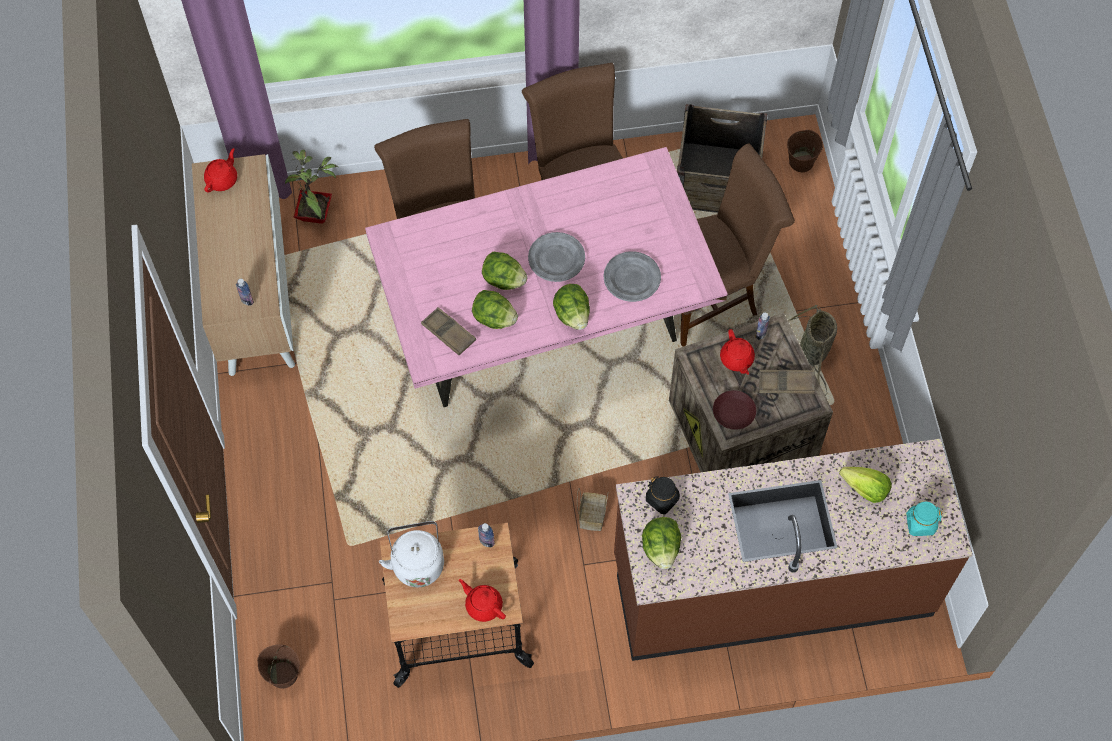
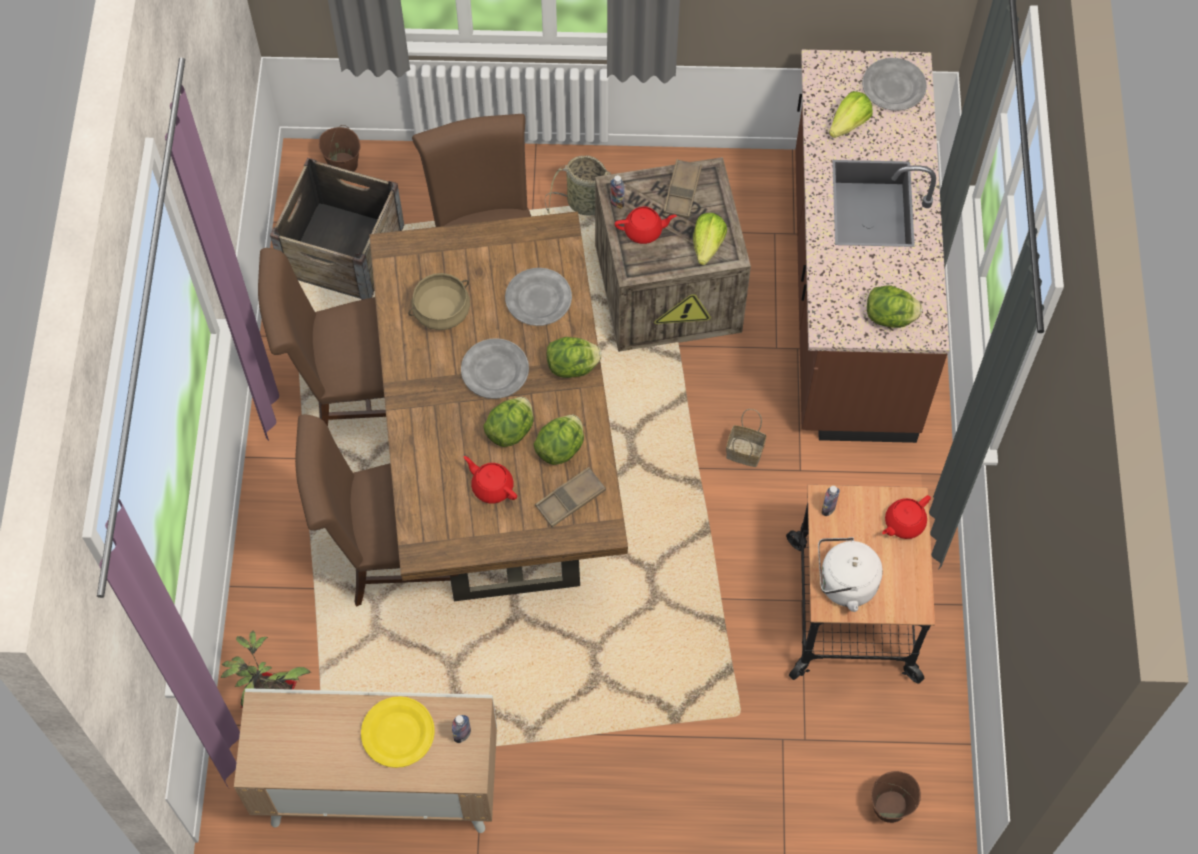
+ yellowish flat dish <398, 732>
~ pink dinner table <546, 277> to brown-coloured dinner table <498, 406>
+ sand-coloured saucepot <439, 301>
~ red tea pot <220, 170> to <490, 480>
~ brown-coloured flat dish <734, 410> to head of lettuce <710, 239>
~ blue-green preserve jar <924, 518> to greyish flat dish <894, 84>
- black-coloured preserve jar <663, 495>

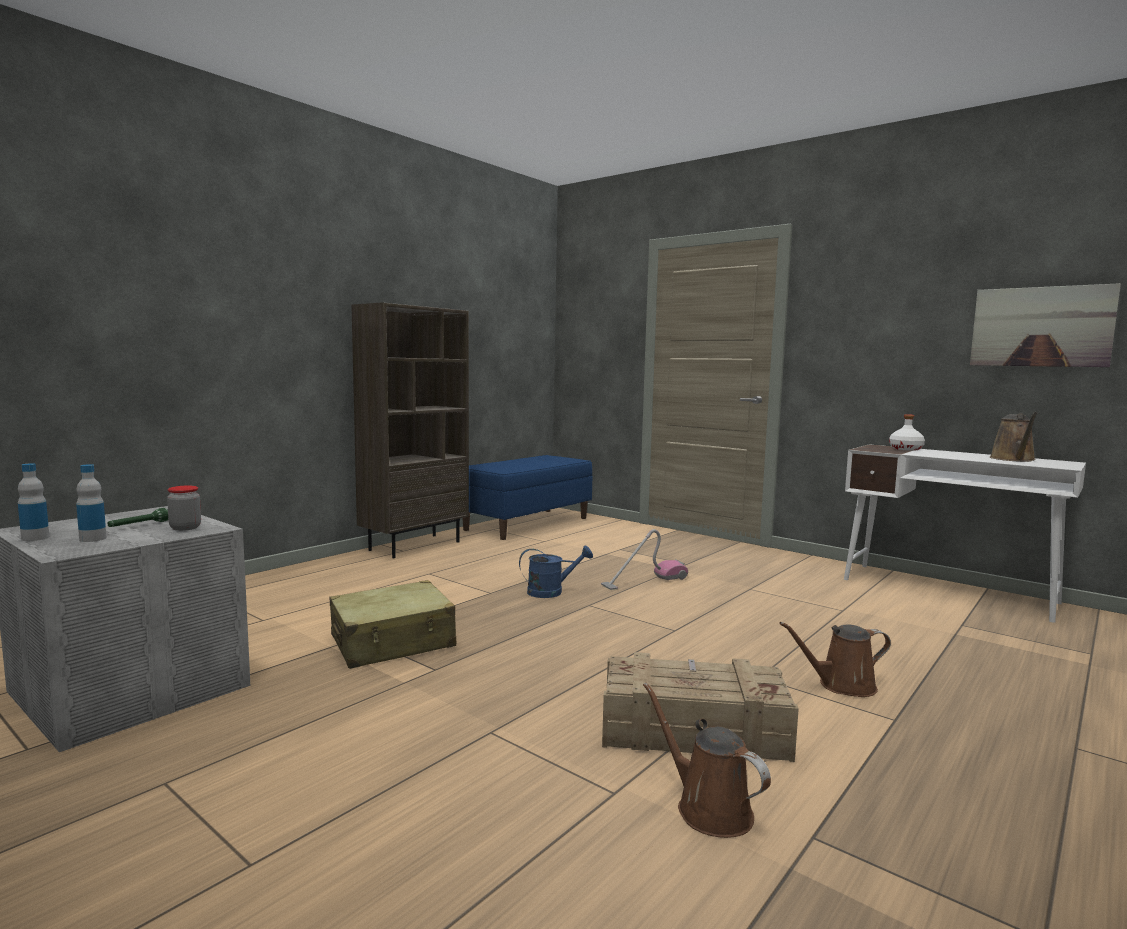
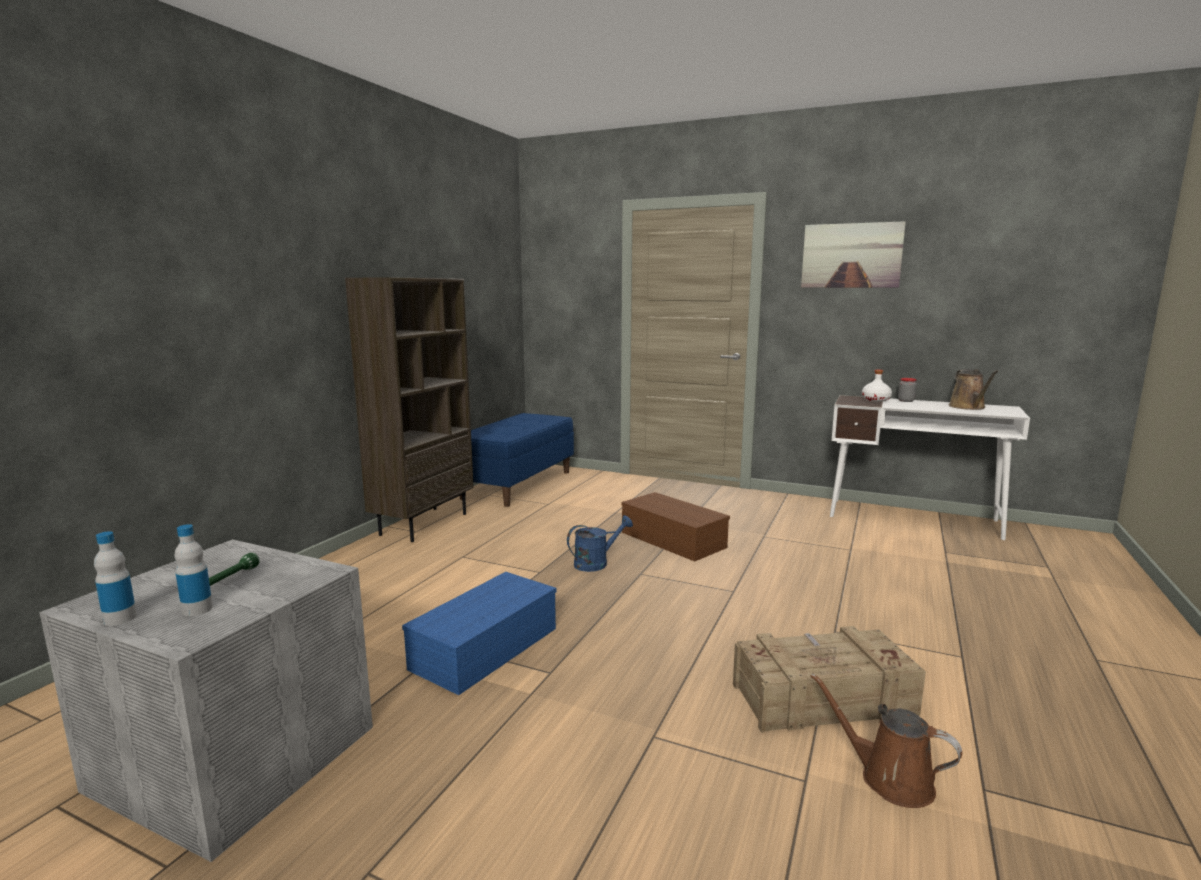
~ sand-coloured piece of luggage <393, 624> to blue-coloured storage box <479, 633>
~ hoover <644, 559> to brown-coloured storage box <675, 526>
~ picture <1045, 325> to <853, 254>
~ preserve jar <184, 508> to <907, 390>
- brown-coloured watering pot <835, 659>

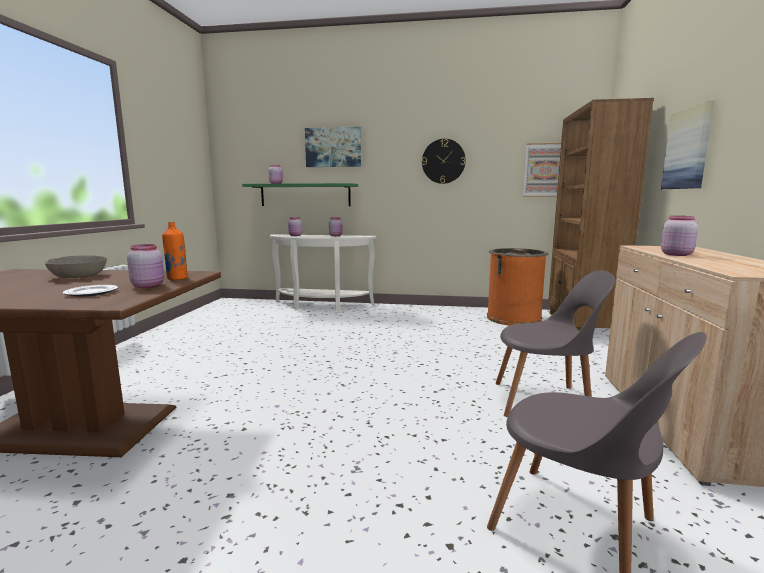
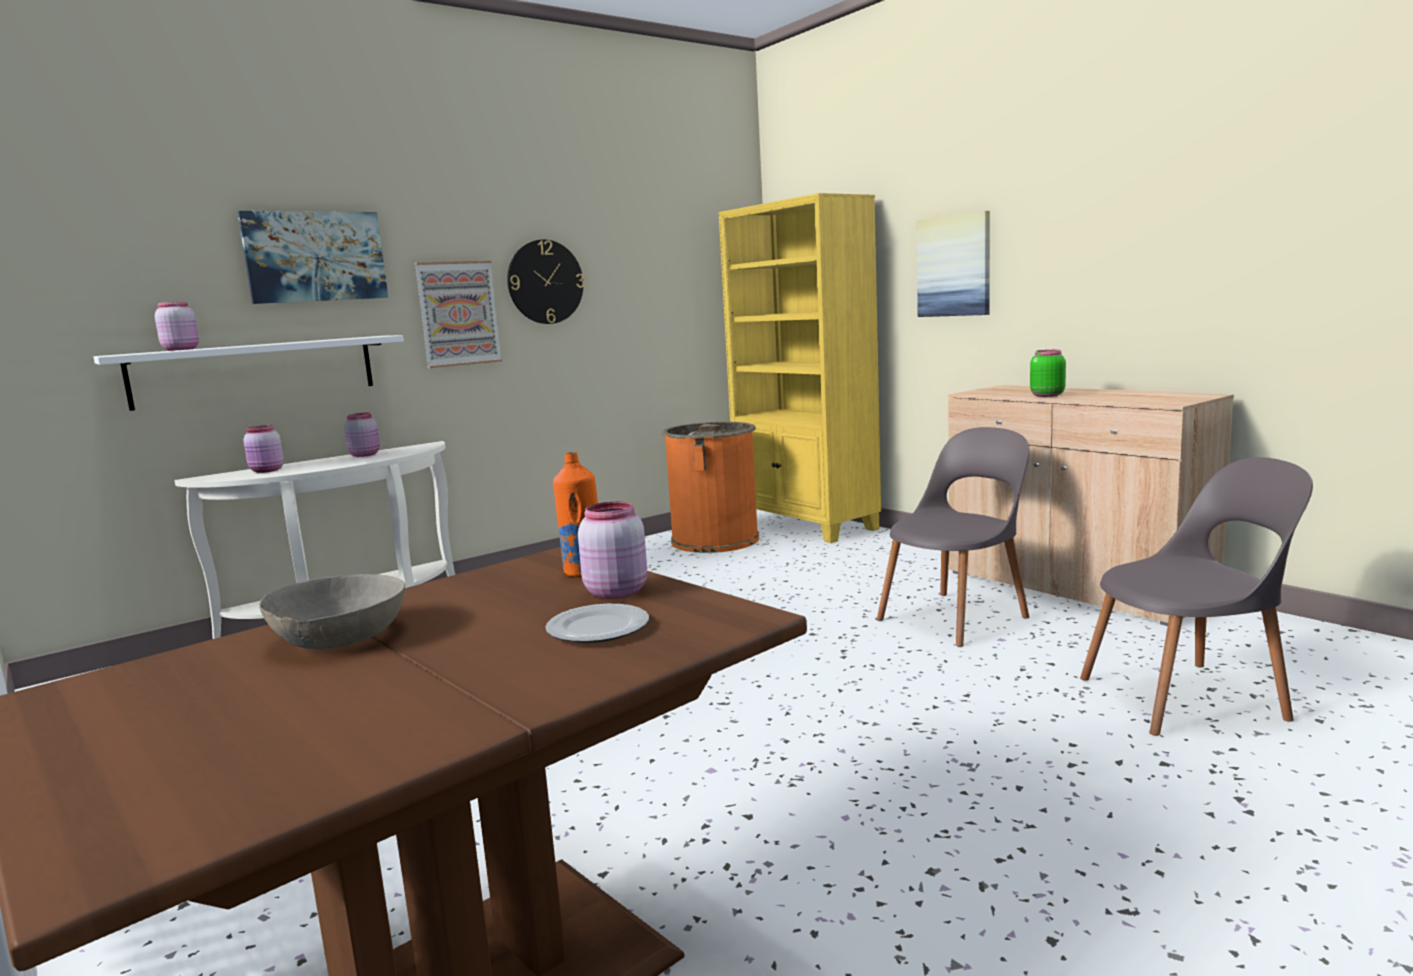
~ greenish wall shelf <300, 194> to whitish wall shelf <249, 373>
~ picture <542, 170> to <458, 314>
~ brown-coloured shelving unit <601, 214> to yellowish shelving unit <800, 368>
~ pink preserve jar <679, 236> to greenish preserve jar <1048, 373>

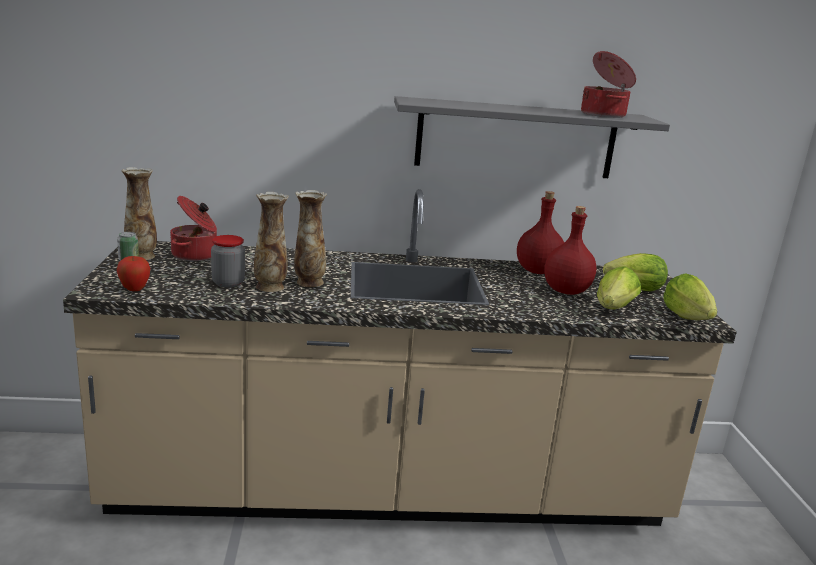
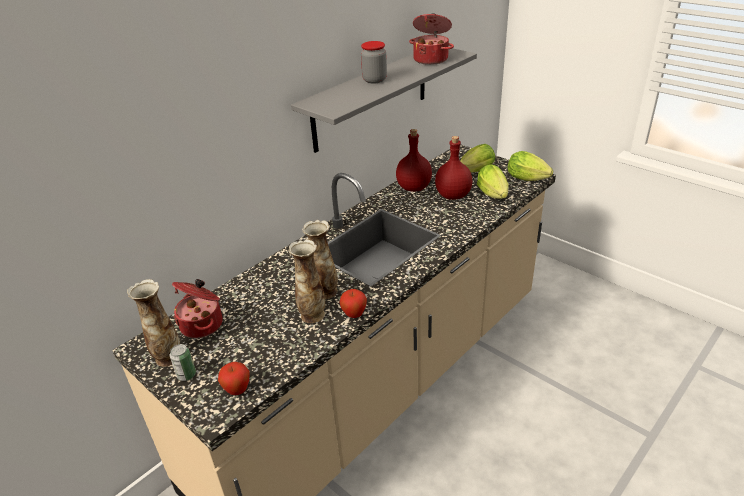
+ apple fruit <353, 303>
~ preserve jar <228, 261> to <374, 62>

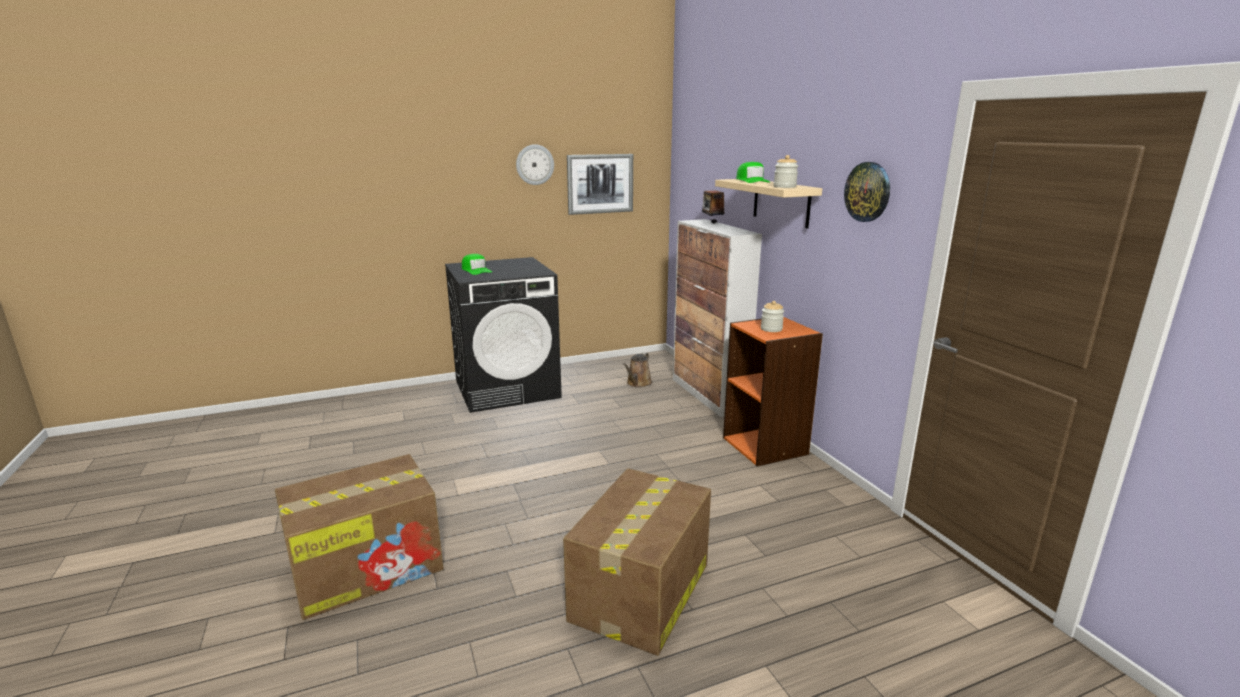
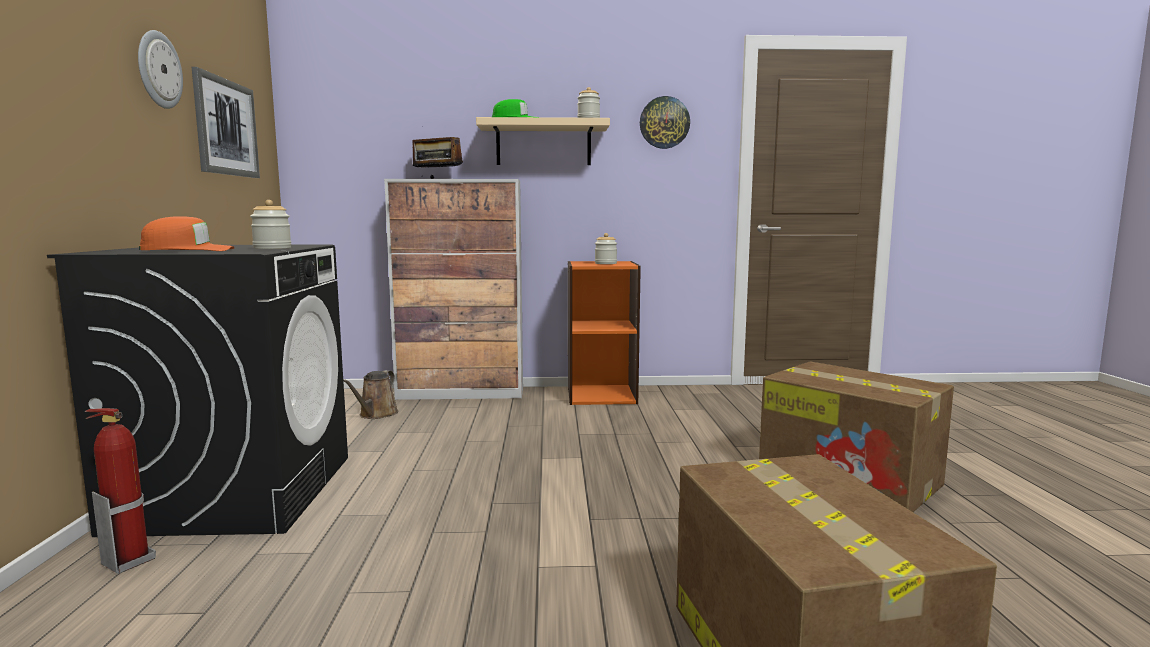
+ extinguisher <120, 491>
~ greenish peaked cap <477, 264> to orangey peaked cap <186, 234>
+ preserve jar <270, 224>
~ brown-coloured watering pot <637, 370> = <371, 394> 60 degrees clockwise

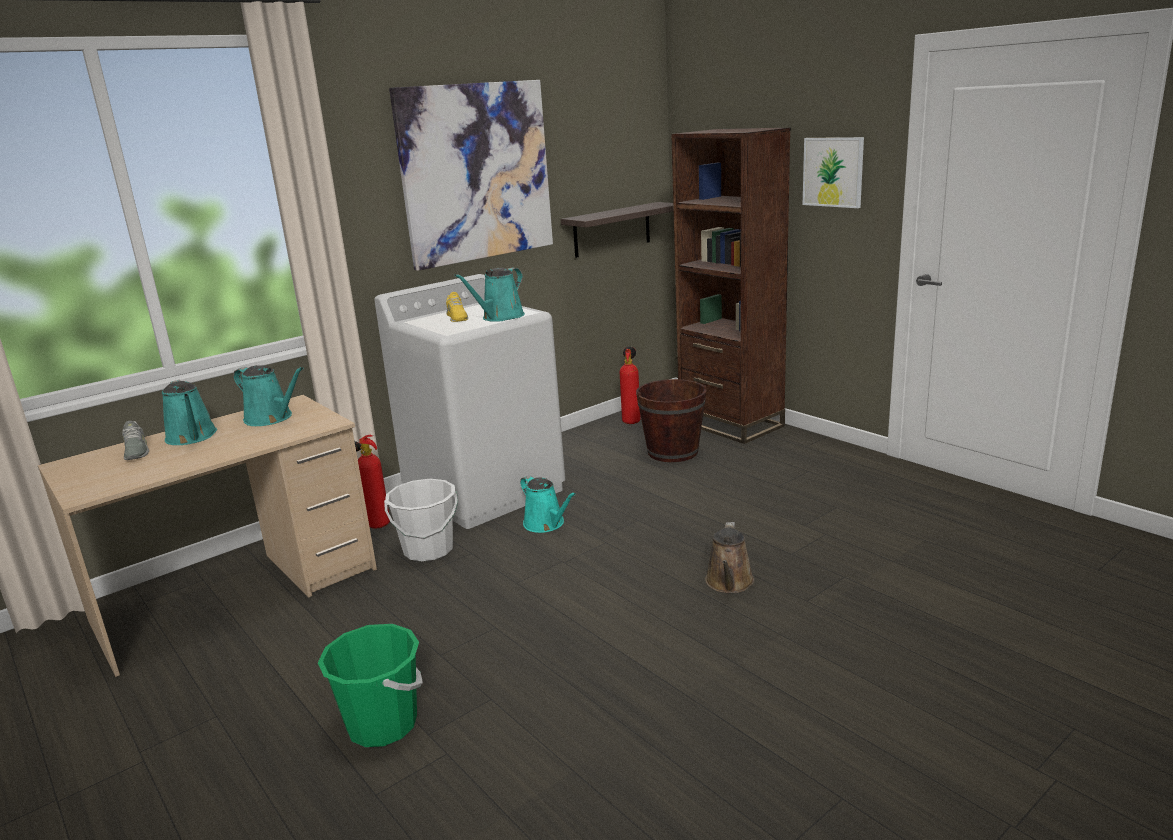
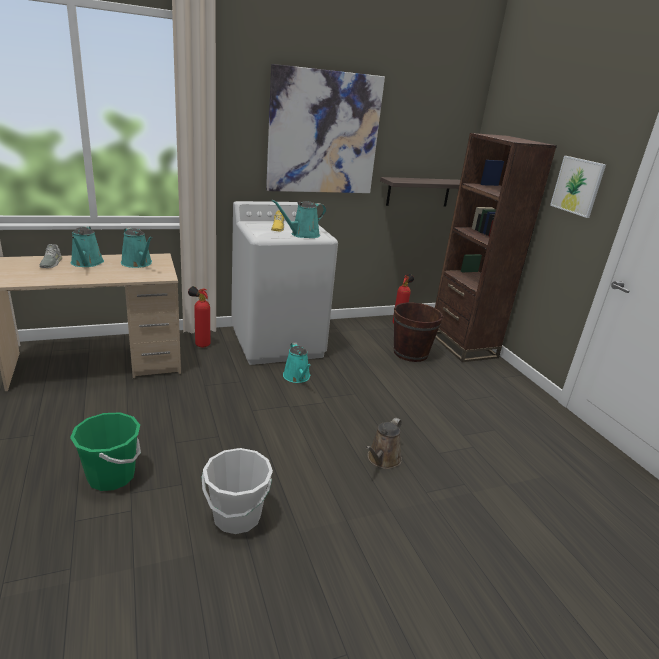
~ whitish bucket <421, 520> to <237, 491>

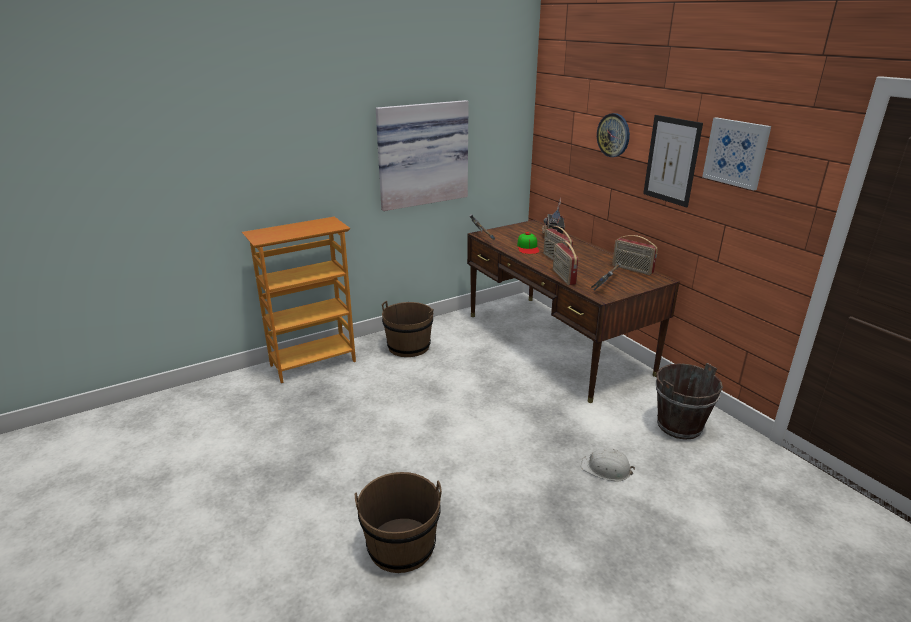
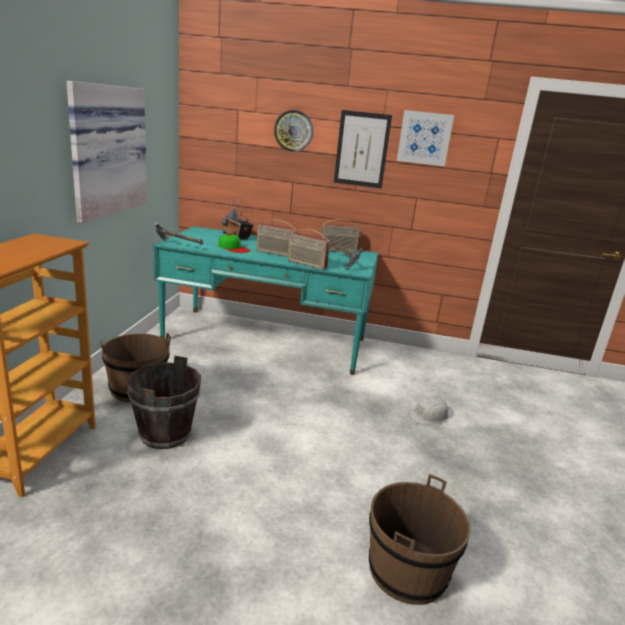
~ brown-coloured bucket <689, 401> to <163, 402>
~ brown-coloured desk <573, 311> to blue-green desk <266, 300>

